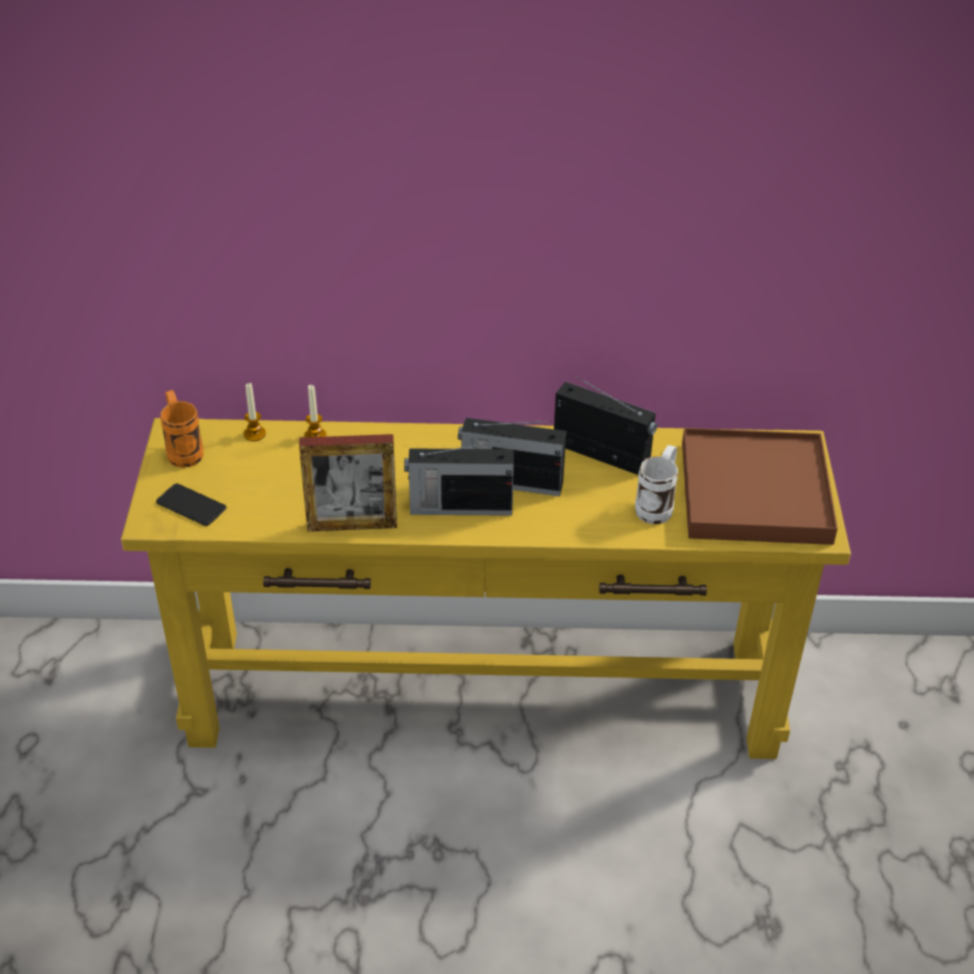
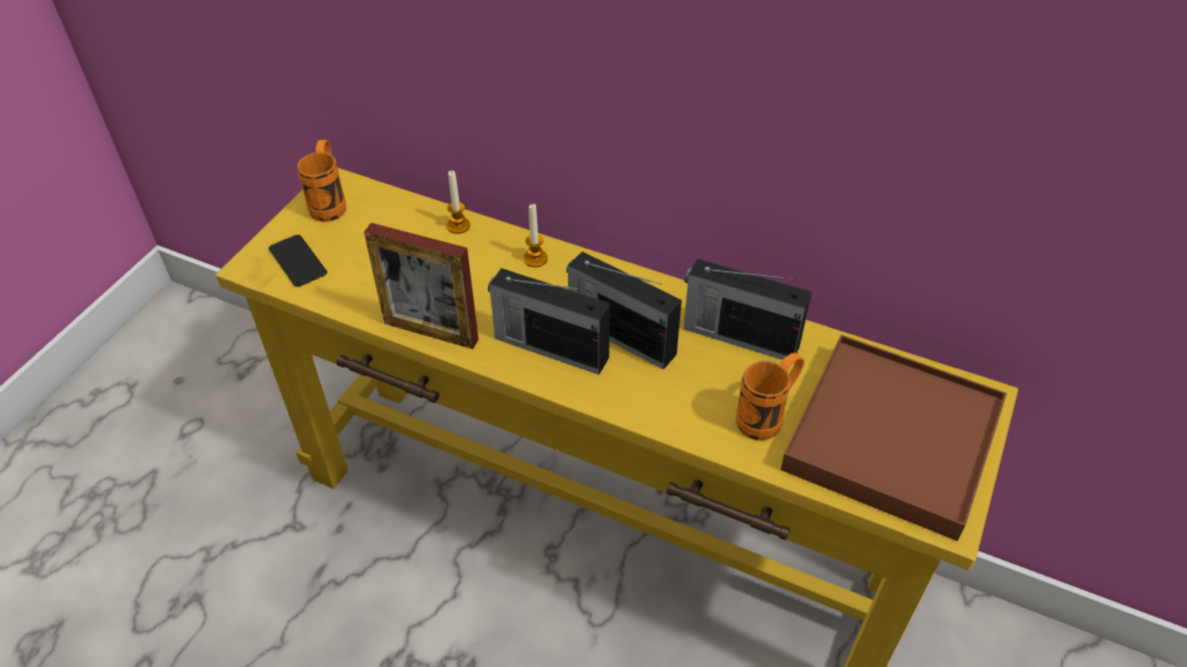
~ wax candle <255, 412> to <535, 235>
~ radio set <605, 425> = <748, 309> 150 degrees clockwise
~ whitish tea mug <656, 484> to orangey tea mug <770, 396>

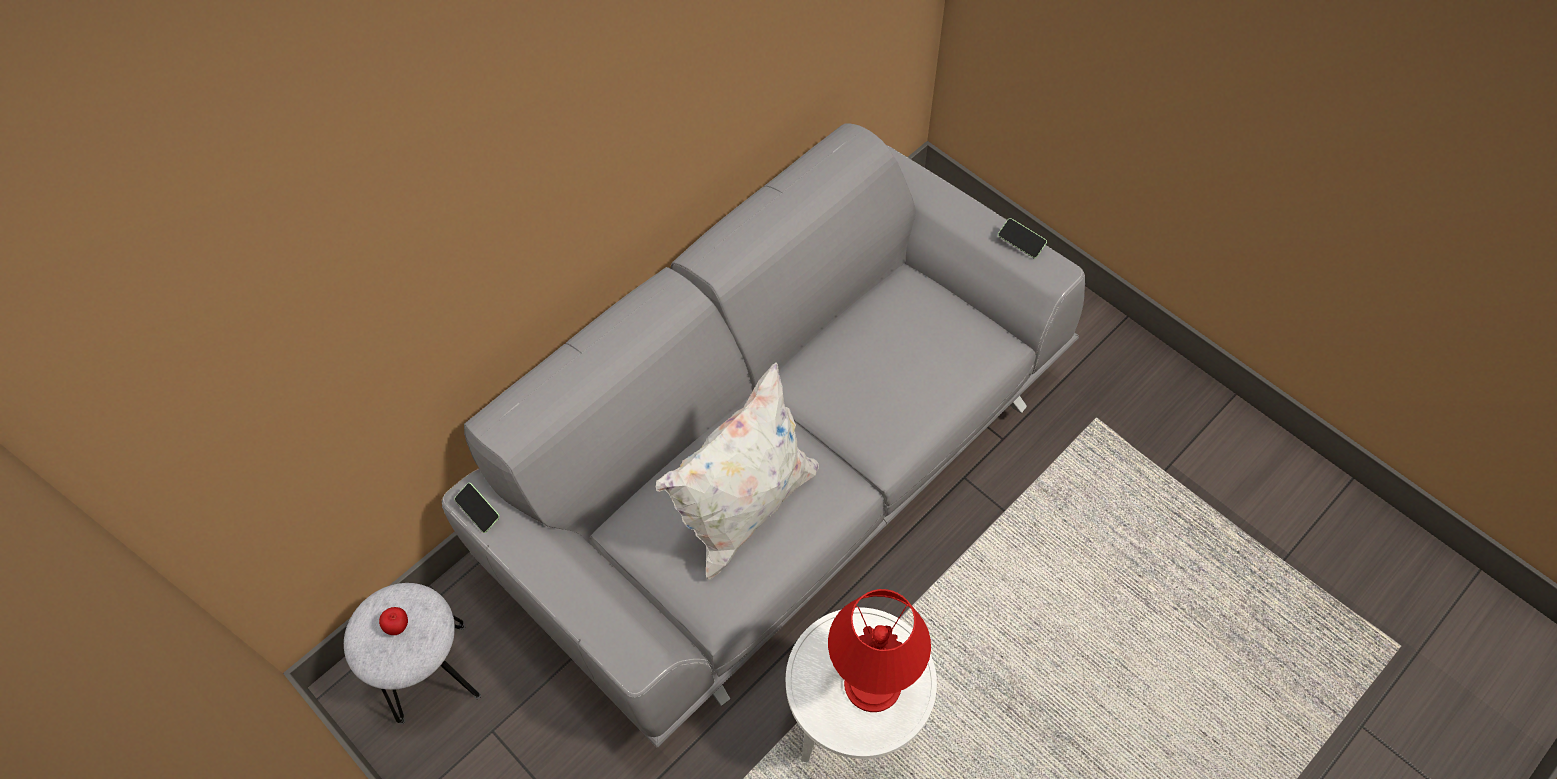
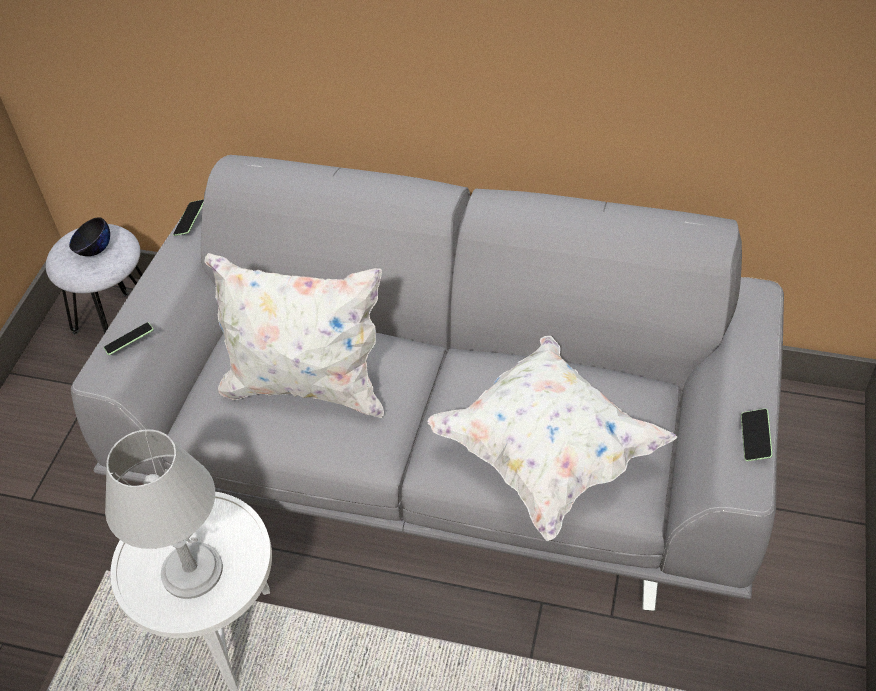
~ apple fruit <393, 621> to black-coloured bowl <89, 236>
+ handset <129, 338>
~ red tabletop lamp <879, 650> to greyish tabletop lamp <164, 514>
+ whitish cushion <552, 438>

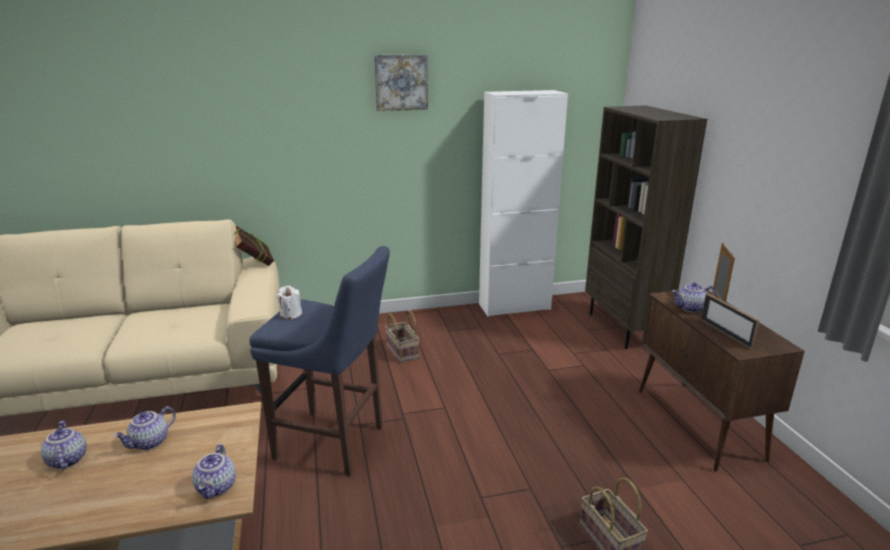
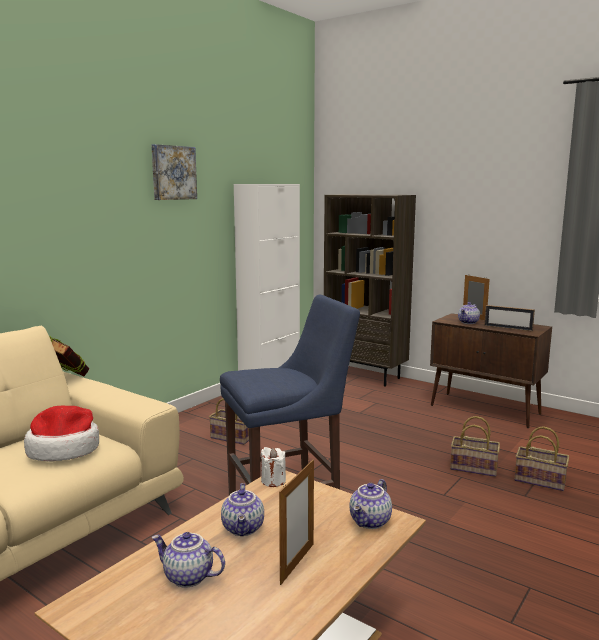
+ clothing hat <61, 433>
~ whitish wax candle <289, 302> to <273, 467>
+ picture frame <296, 522>
~ tea pot <214, 471> = <371, 504> 75 degrees clockwise
+ household basket <475, 446>

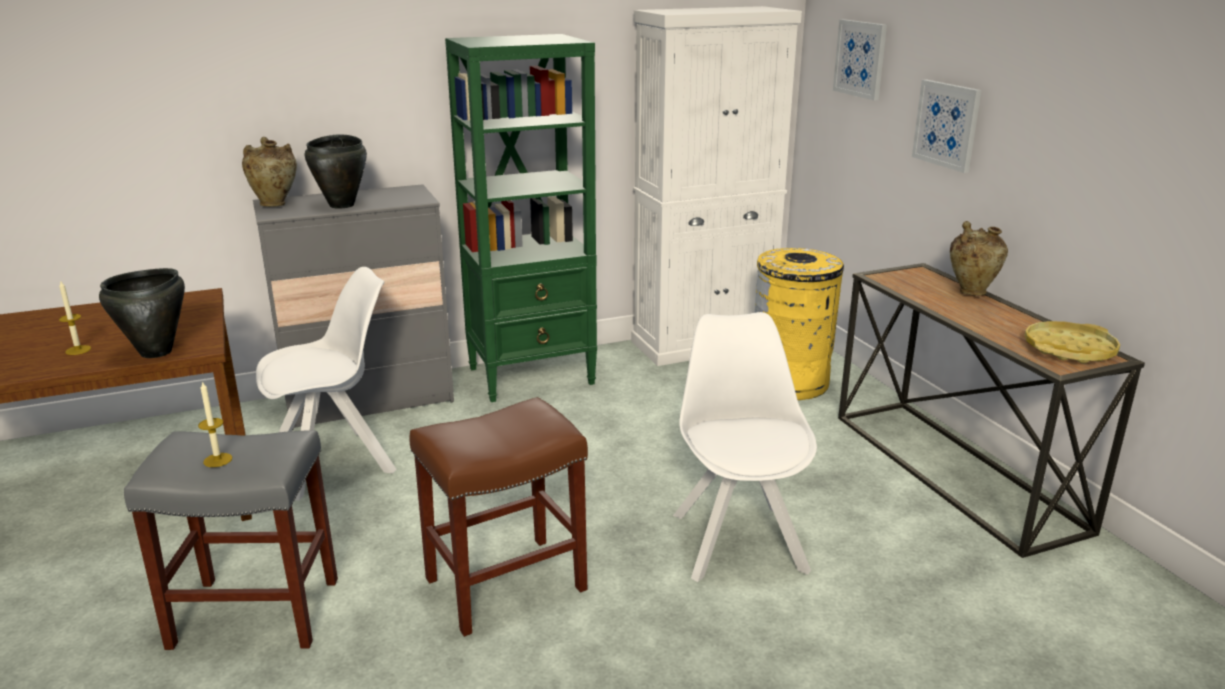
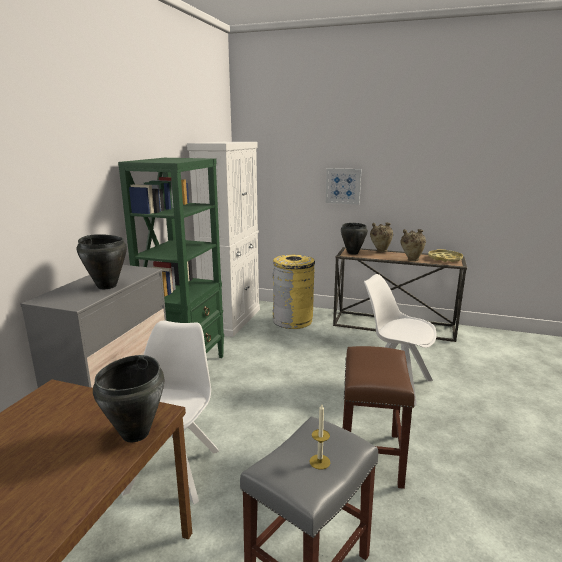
+ black-coloured saucepot <354, 239>
~ sand-coloured vase <269, 172> to <413, 245>
- wax candle <75, 318>
- picture <860, 59>

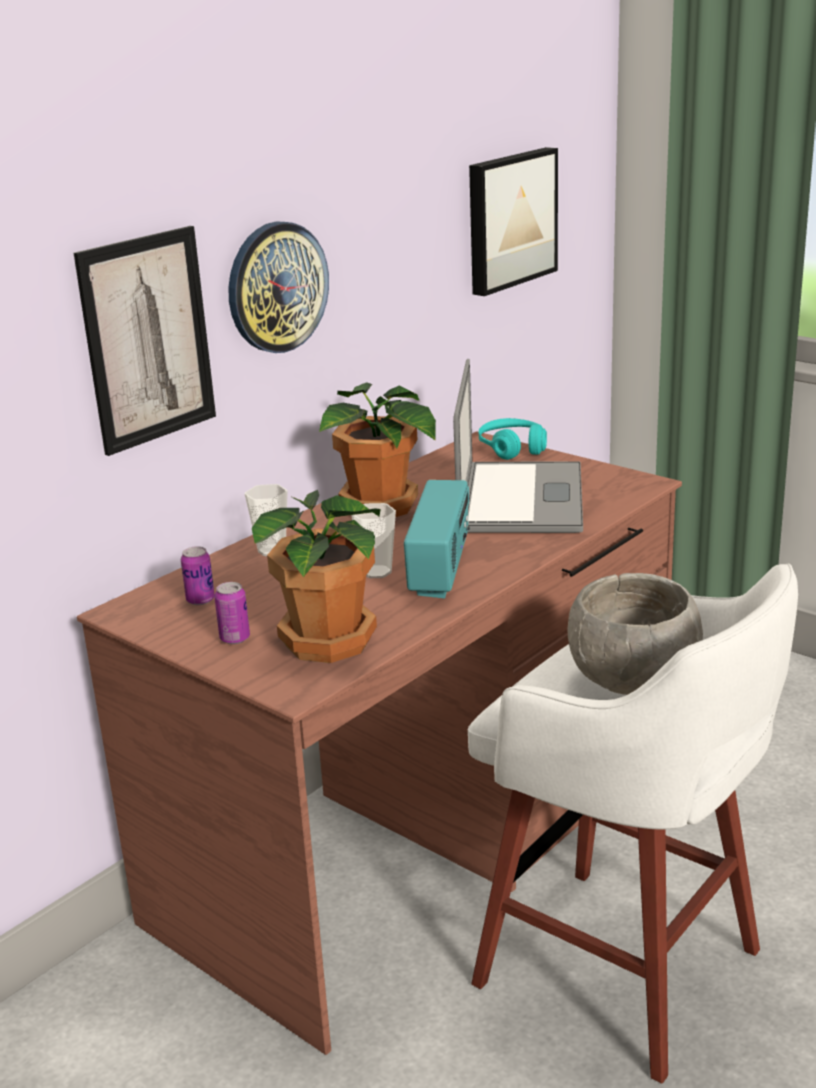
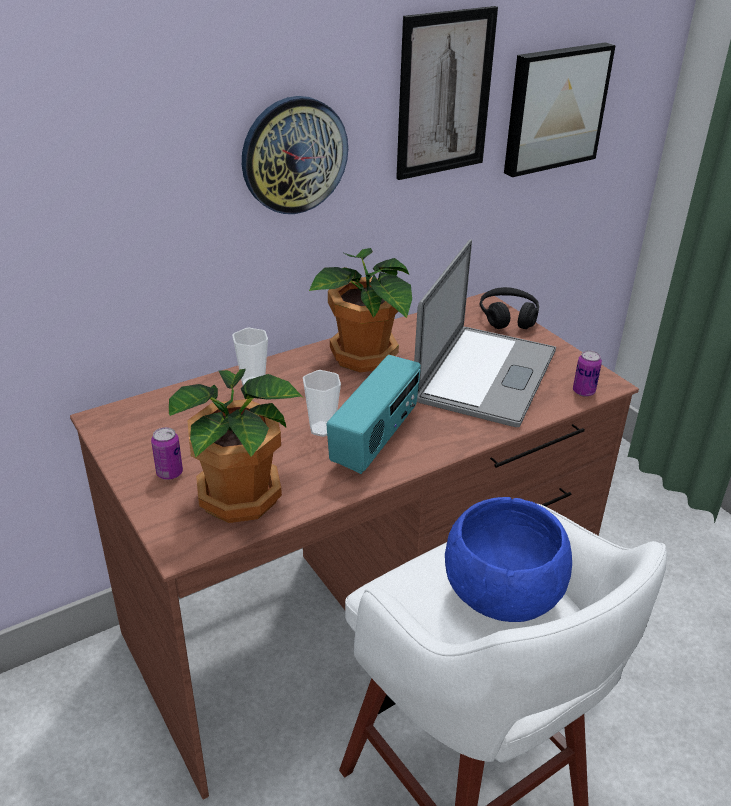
~ picture <145, 341> to <447, 93>
~ greyish bowl <635, 634> to blue-coloured bowl <508, 559>
~ blue-green headphones <513, 439> to black-coloured headphones <509, 308>
~ metal can <198, 575> to <587, 373>

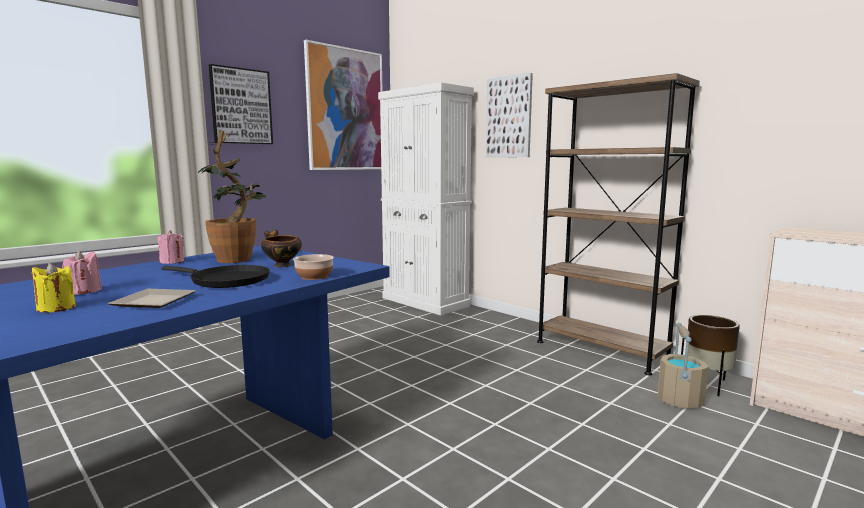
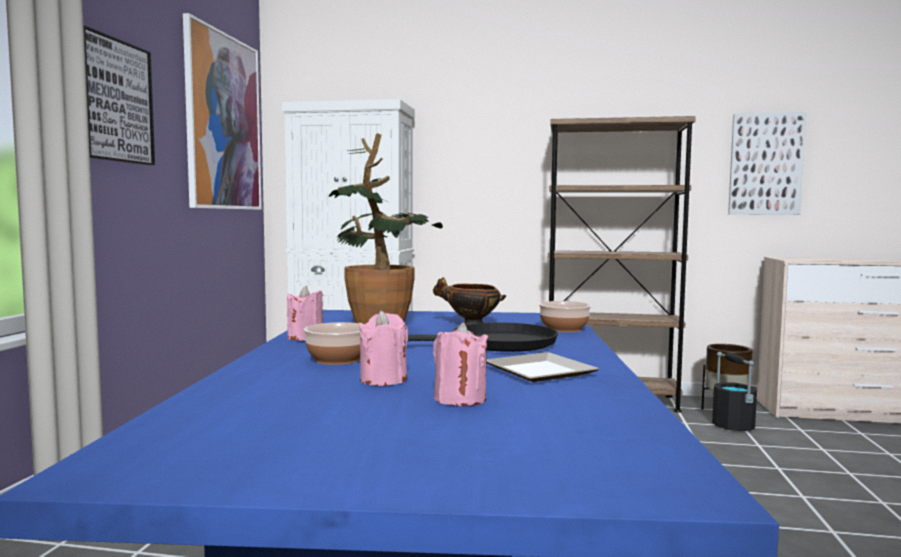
+ bowl <334, 343>
~ yellowish wax candle <54, 288> to pink wax candle <460, 364>
~ sand-coloured bucket <682, 366> to black-coloured bucket <734, 391>
~ picture <509, 115> to <767, 163>

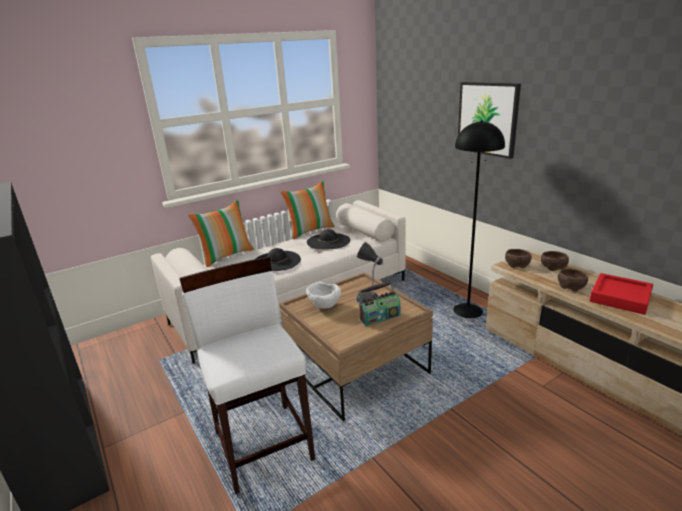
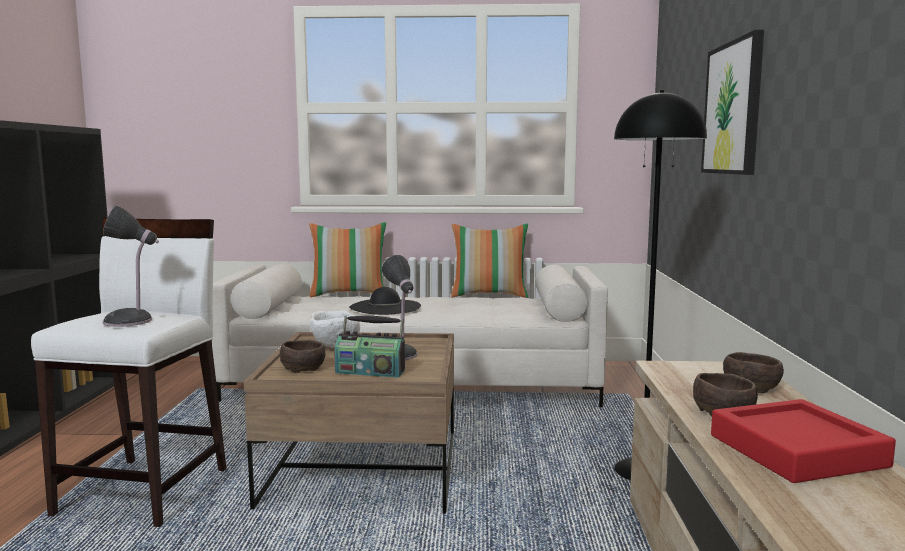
+ tabletop lamp <131, 266>
~ brown-coloured bowl <518, 258> to <303, 356>
- black-coloured clothing hat <328, 239>

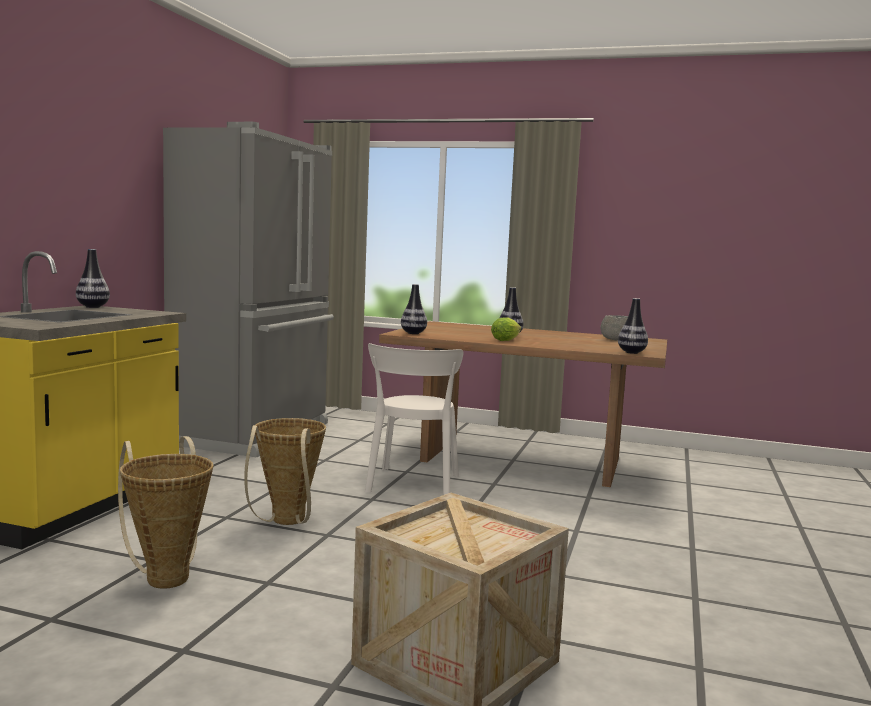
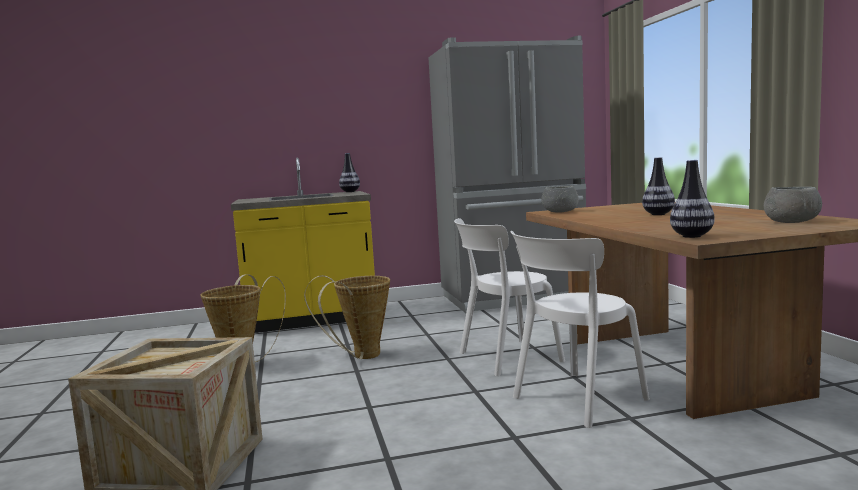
+ whitish plain chair <580, 329>
~ vase <414, 309> to greyish bowl <560, 199>
- head of lettuce <506, 329>

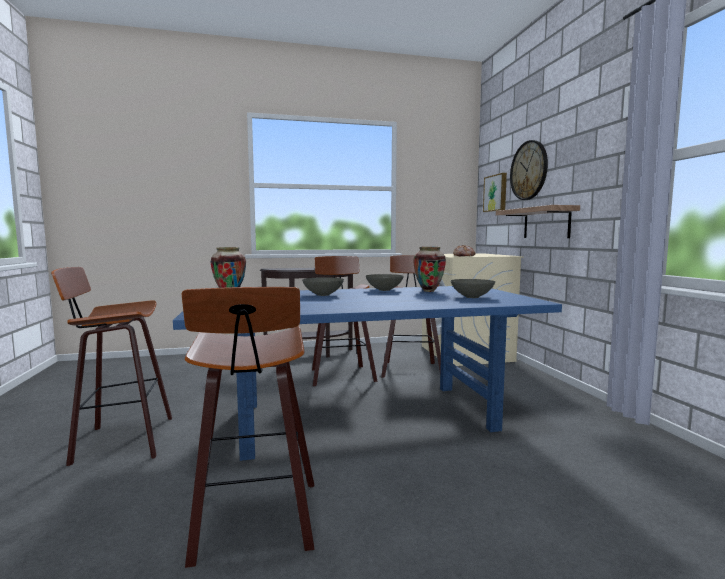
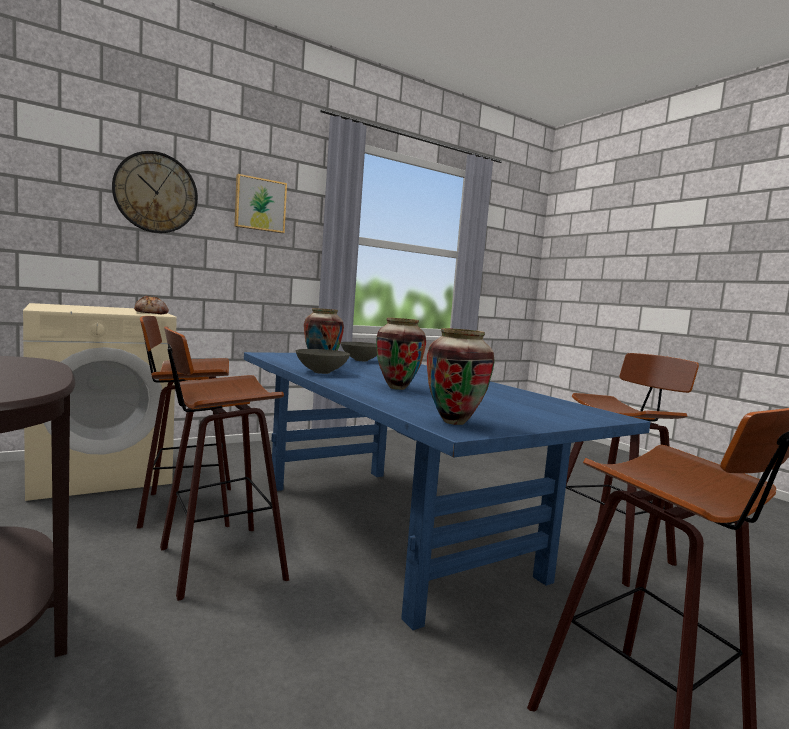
~ picture <495, 192> to <260, 203>
~ greyish bowl <323, 286> to vase <401, 354>
- wall shelf <538, 221>

